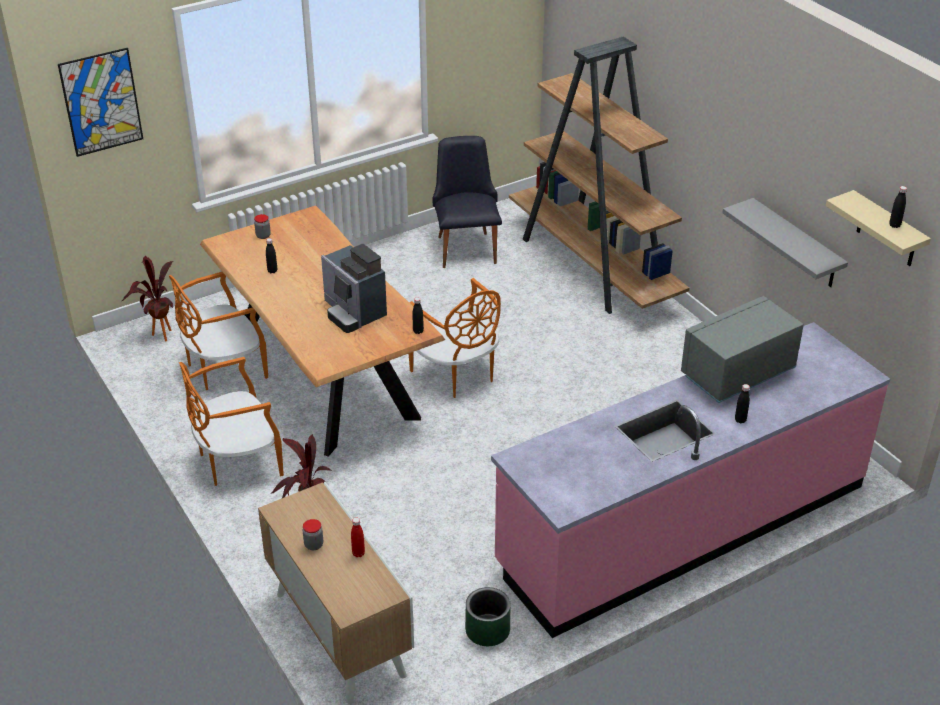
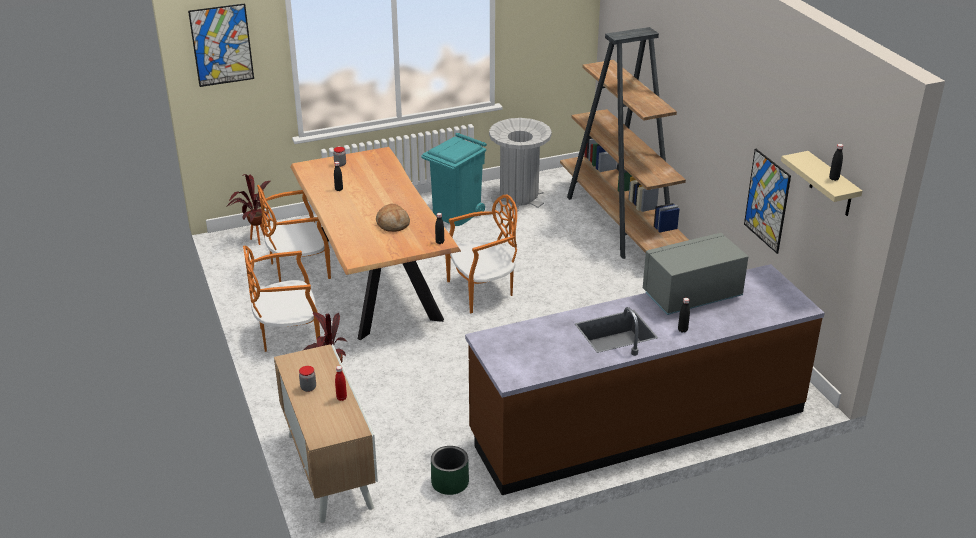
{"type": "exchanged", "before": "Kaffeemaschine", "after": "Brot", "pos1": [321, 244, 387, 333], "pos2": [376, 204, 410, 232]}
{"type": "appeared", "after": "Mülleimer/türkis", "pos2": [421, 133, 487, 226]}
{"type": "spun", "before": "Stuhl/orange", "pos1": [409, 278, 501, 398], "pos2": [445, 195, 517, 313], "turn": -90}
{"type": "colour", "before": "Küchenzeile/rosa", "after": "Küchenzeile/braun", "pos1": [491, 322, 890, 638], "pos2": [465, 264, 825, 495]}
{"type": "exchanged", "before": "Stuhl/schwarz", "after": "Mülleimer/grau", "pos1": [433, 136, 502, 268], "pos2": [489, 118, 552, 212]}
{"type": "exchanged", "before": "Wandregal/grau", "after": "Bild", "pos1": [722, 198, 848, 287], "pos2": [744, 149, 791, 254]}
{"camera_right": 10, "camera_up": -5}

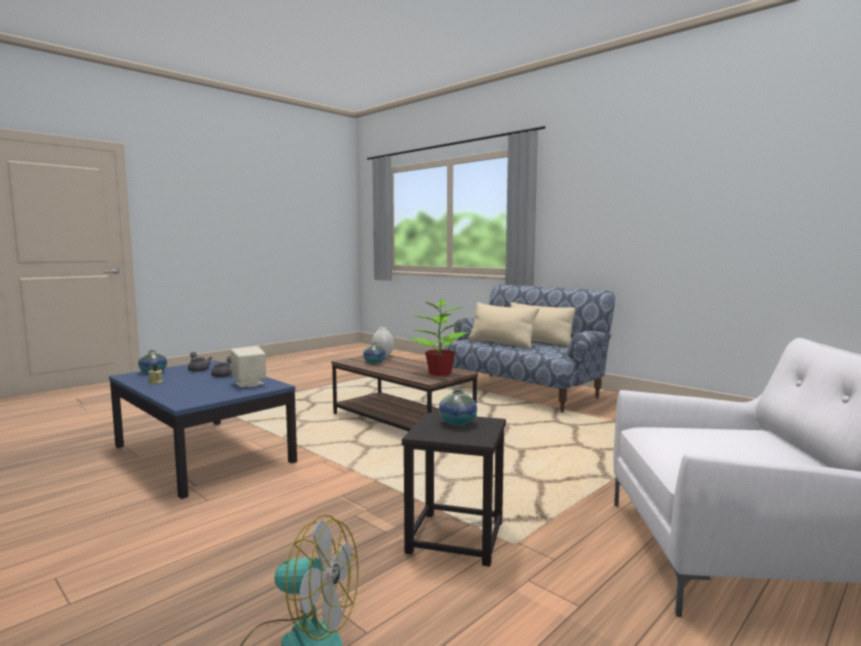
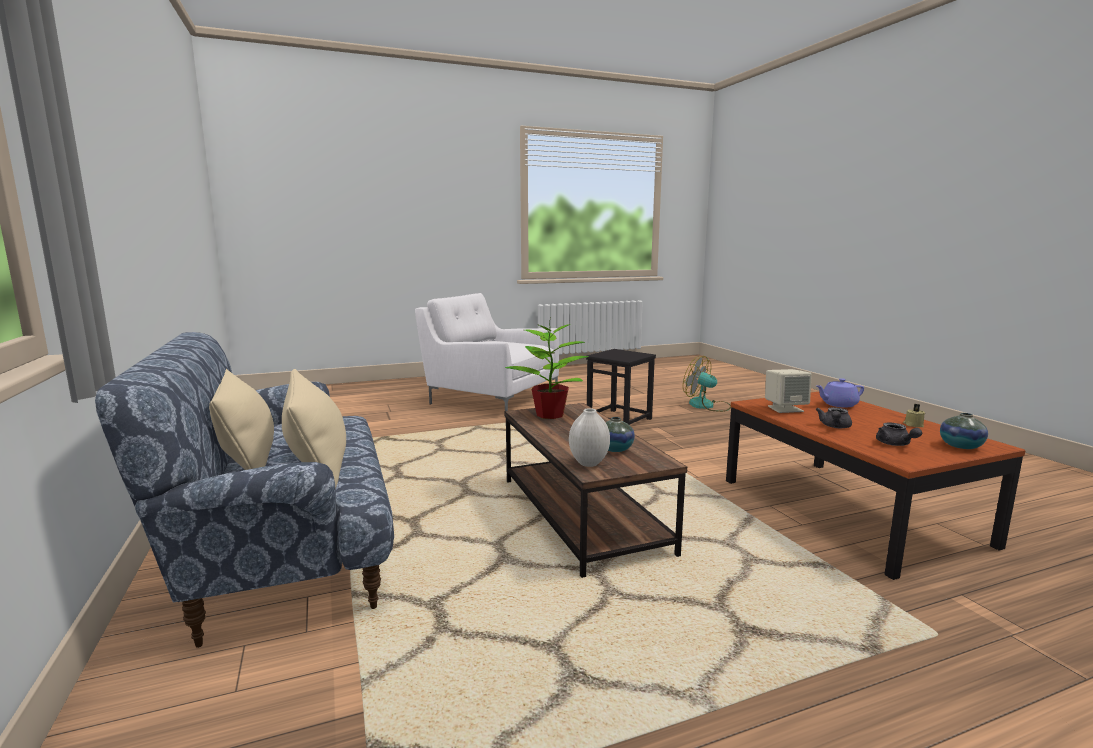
{"type": "colour", "before": "Couchtisch/blau", "after": "Couchtisch/braun", "pos1": [109, 360, 297, 499], "pos2": [726, 392, 1026, 580]}
{"type": "appeared", "after": "Teekanne/lila", "pos2": [816, 378, 864, 408]}
{"type": "missing", "before": "Vase", "pos1": [439, 390, 477, 426]}
{"camera_right": -155, "camera_up": 5}

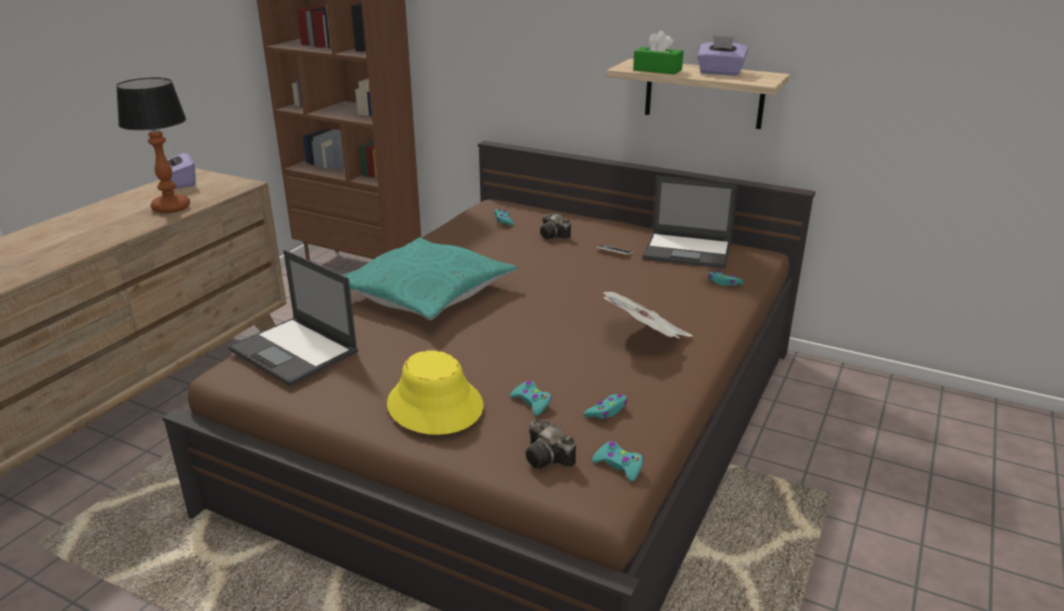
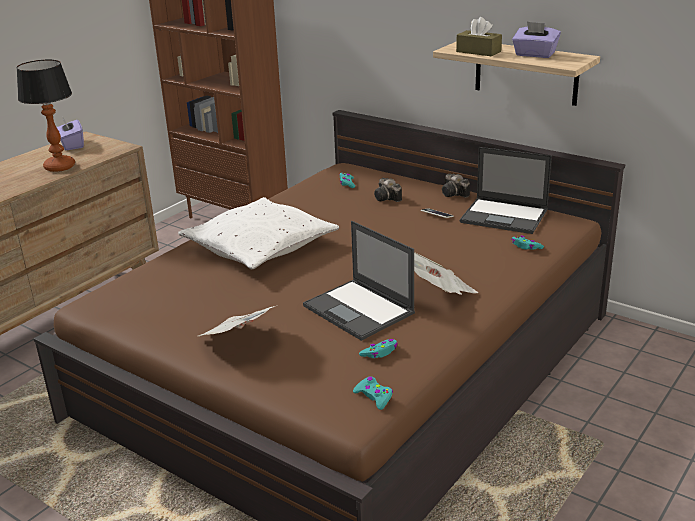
{"type": "colour", "before": "Kissen/türkis", "after": "Kissen/weiß", "pos1": [343, 237, 517, 320], "pos2": [178, 197, 339, 269]}
{"type": "exchanged", "before": "Hut/gelb", "after": "Zeitung", "pos1": [387, 350, 484, 435], "pos2": [198, 305, 278, 337]}
{"type": "relocated", "before": "Laptop", "pos1": [228, 250, 358, 386], "pos2": [303, 221, 415, 341]}
{"type": "relocated", "before": "Kamera", "pos1": [525, 419, 576, 469], "pos2": [442, 174, 470, 198]}
{"type": "colour", "before": "Taschentuchbox/grün", "after": "Taschentuchbox/braun", "pos1": [633, 31, 684, 74], "pos2": [456, 17, 502, 56]}
{"type": "missing", "before": "Gamepad/türkis", "pos1": [510, 381, 552, 416]}
{"camera_right": 10, "camera_up": 0}

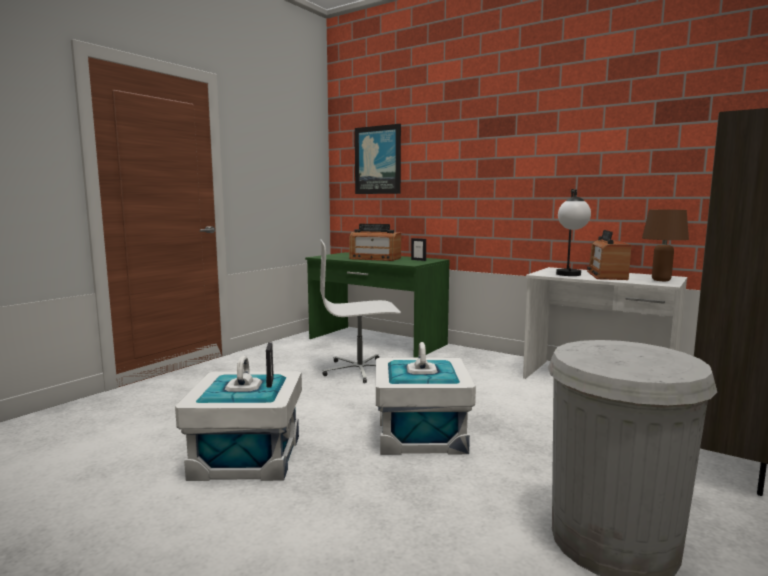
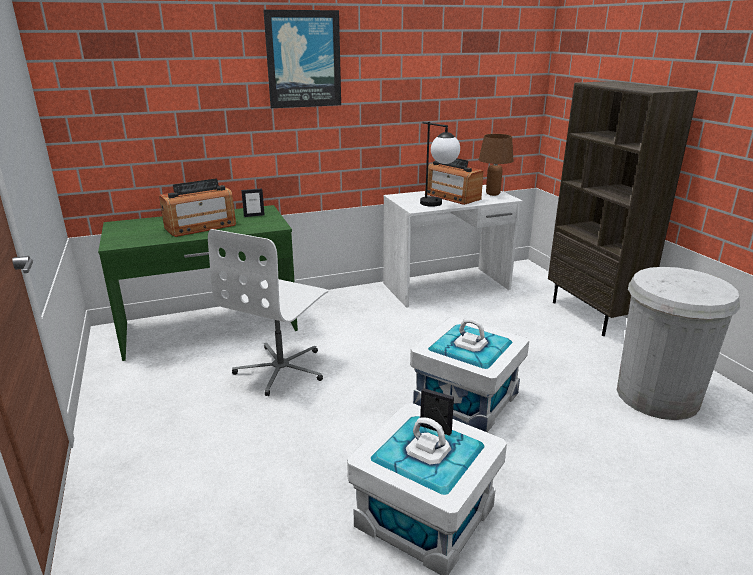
{"type": "relocated", "before": "Bild", "pos1": [355, 124, 401, 194], "pos2": [263, 10, 341, 108]}
{"camera_right": -55, "camera_up": 15}

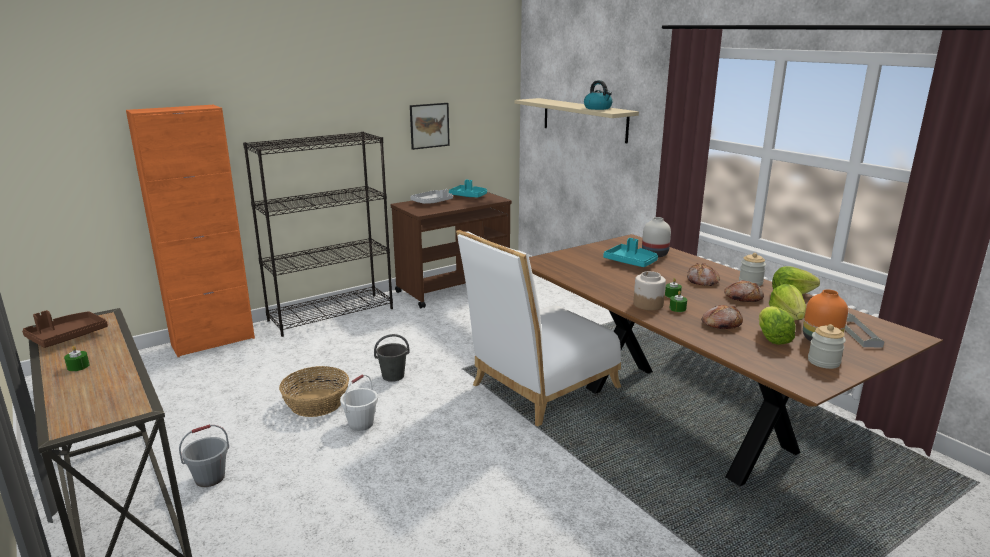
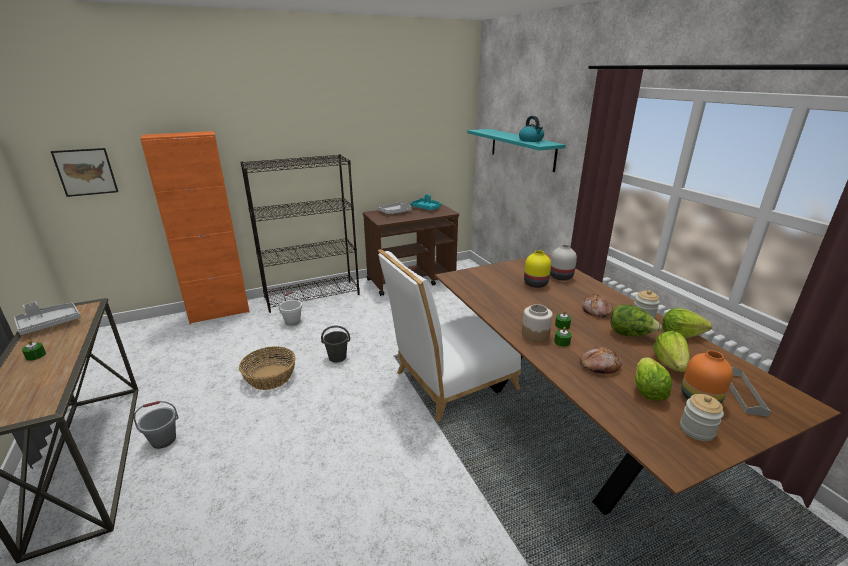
{"type": "colour", "before": "Tablett/braun", "after": "Tablett/grau", "pos1": [22, 310, 108, 348], "pos2": [14, 302, 81, 335]}
{"type": "relocated", "before": "Bild", "pos1": [410, 103, 450, 150], "pos2": [51, 148, 118, 197]}
{"type": "relocated", "before": "Eimer/weiß", "pos1": [340, 374, 378, 431], "pos2": [279, 291, 302, 326]}
{"type": "colour", "before": "Wandregal/beige", "after": "Wandregal/türkis", "pos1": [514, 98, 639, 143], "pos2": [467, 129, 566, 172]}
{"type": "exchanged", "before": "Tablett/türkis", "after": "Vase/gelb", "pos1": [603, 238, 658, 267], "pos2": [524, 250, 551, 288]}
{"type": "exchanged", "before": "Brot", "after": "Salatkopf", "pos1": [724, 280, 764, 302], "pos2": [611, 304, 662, 336]}
{"camera_right": 10, "camera_up": 5}

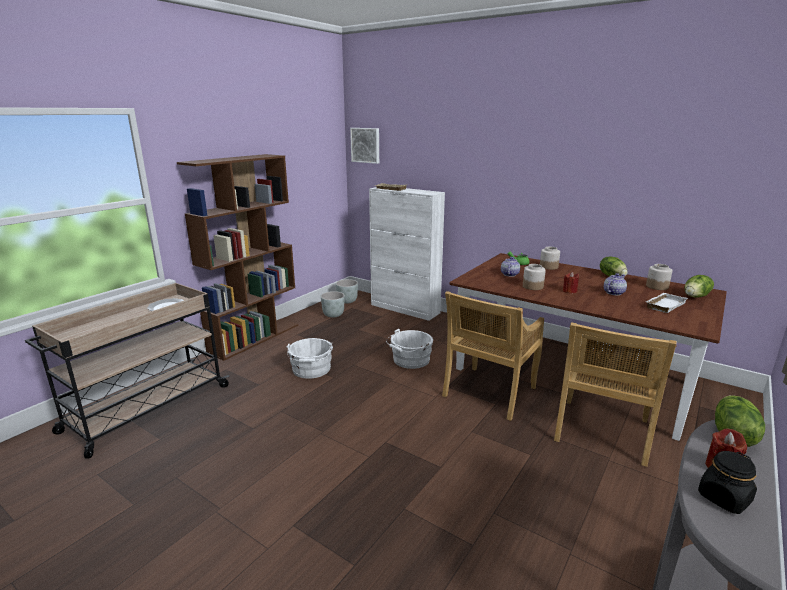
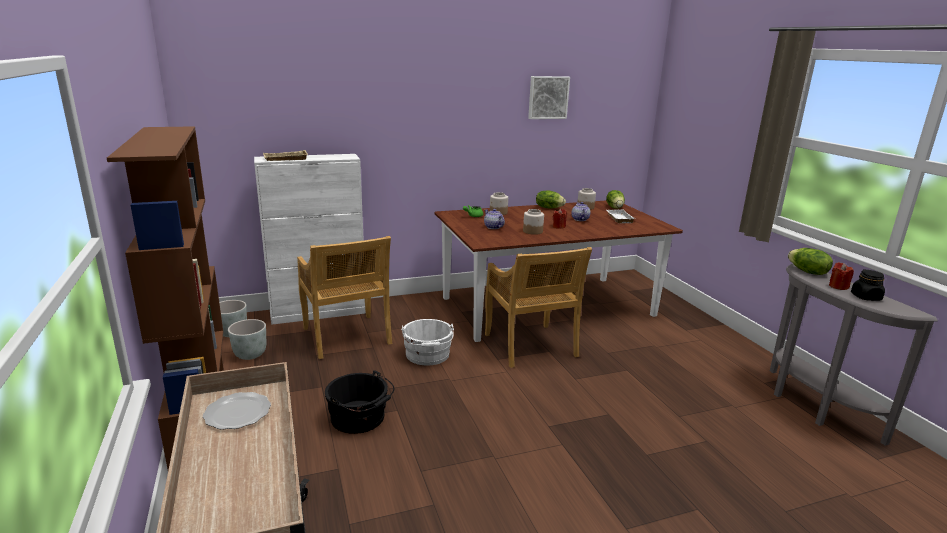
{"type": "relocated", "before": "Stuhl/beige", "pos1": [554, 322, 677, 467], "pos2": [297, 236, 392, 359]}
{"type": "colour", "before": "Eimer/weiß", "after": "Eimer/schwarz", "pos1": [287, 338, 333, 379], "pos2": [325, 370, 394, 434]}
{"type": "relocated", "before": "Bild", "pos1": [350, 128, 379, 164], "pos2": [528, 76, 570, 119]}
{"camera_right": -55, "camera_up": 0}

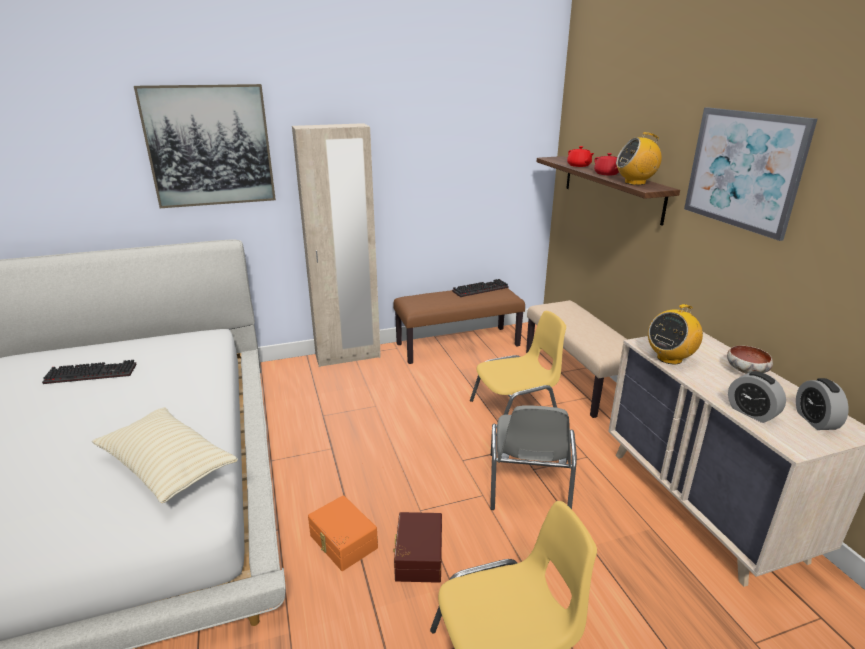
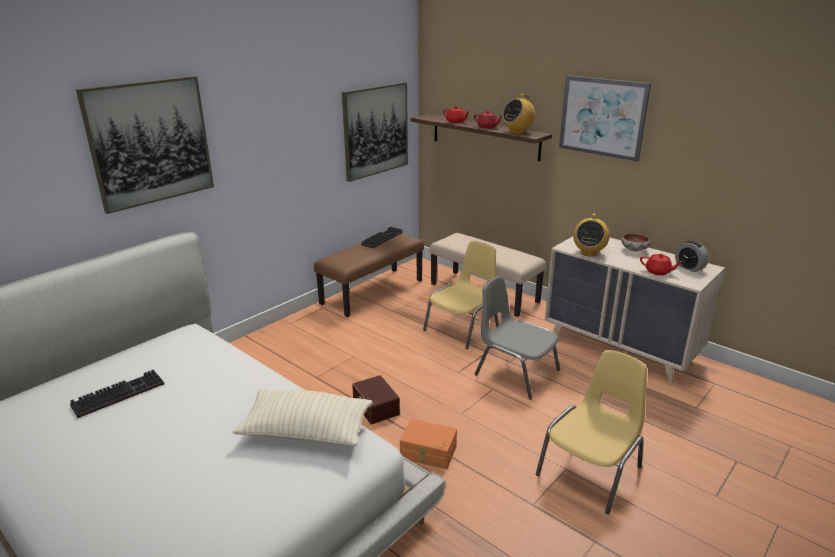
{"type": "appeared", "after": "Bild", "pos2": [342, 82, 408, 182]}
{"type": "relocated", "before": "Aufbewahrungsbox/braun", "pos1": [393, 512, 442, 583], "pos2": [352, 375, 400, 424]}
{"type": "spun", "before": "Stuhl/grau", "pos1": [490, 405, 577, 510], "pos2": [475, 276, 560, 399], "turn": 150}
{"type": "exchanged", "before": "Wecker", "after": "Teekanne/rot", "pos1": [728, 371, 786, 423], "pos2": [640, 253, 683, 275]}
{"type": "missing", "before": "Kleiderschrank/beige", "pos1": [292, 123, 381, 367]}
{"camera_right": -30, "camera_up": 0}

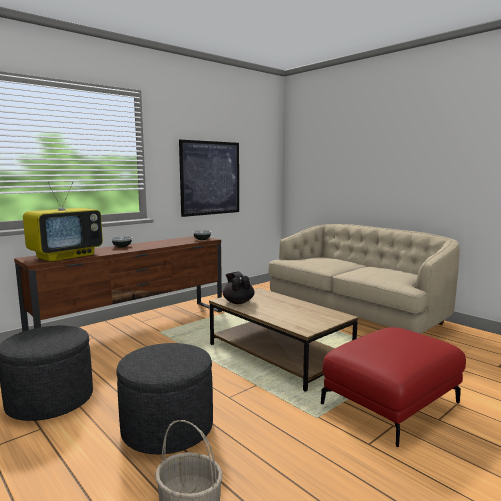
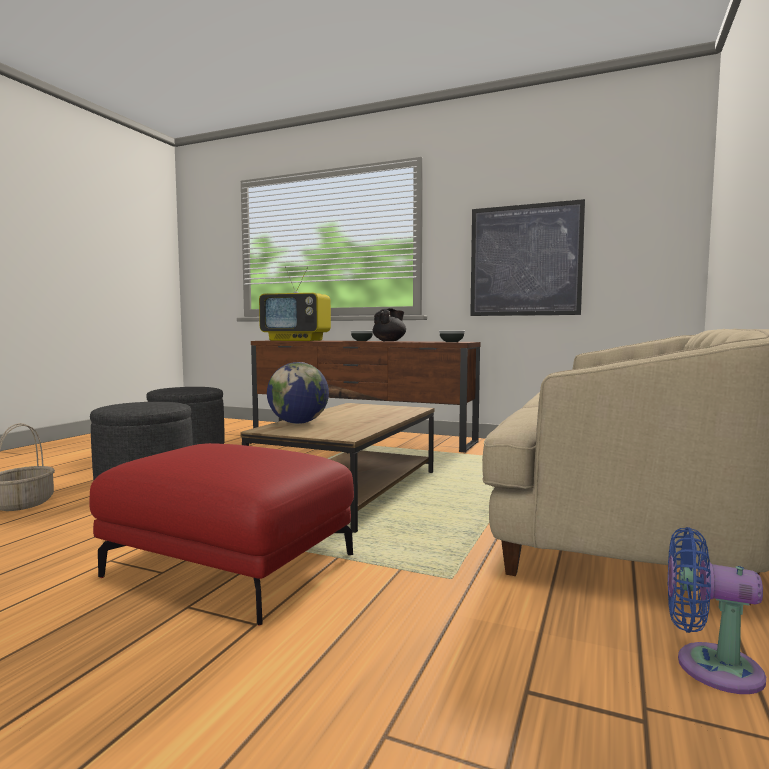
{"type": "appeared", "after": "Globus", "pos2": [267, 362, 329, 424]}
{"type": "relocated", "before": "Teekanne/schwarz", "pos1": [223, 272, 255, 304], "pos2": [373, 308, 406, 341]}
{"type": "appeared", "after": "Ventilator/blau", "pos2": [668, 527, 766, 694]}
{"camera_right": 65, "camera_up": -5}

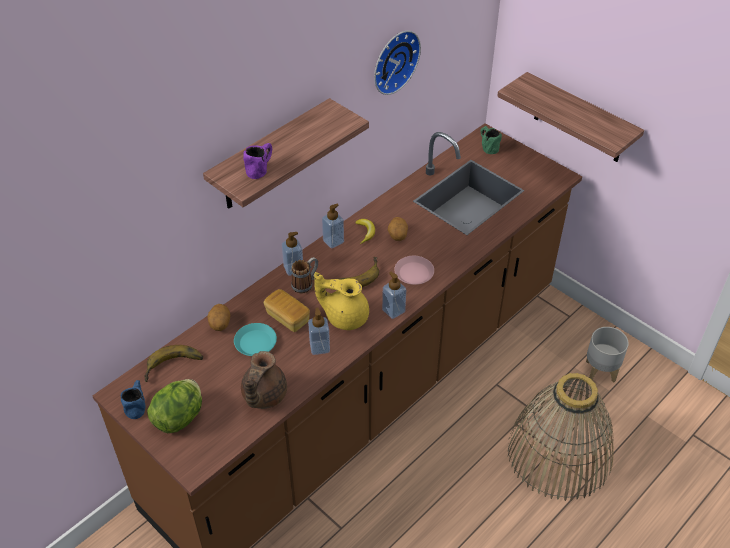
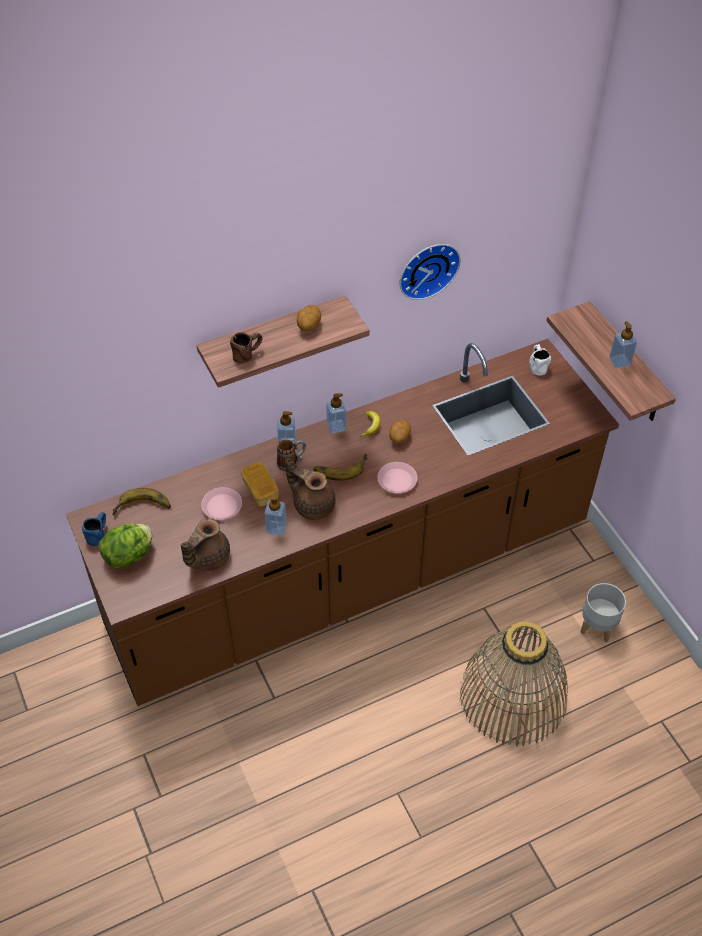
{"type": "colour", "before": "Teller/türkis", "after": "Teller/rosa", "pos1": [234, 323, 277, 356], "pos2": [201, 487, 242, 520]}
{"type": "colour", "before": "Henkelbecher/lila", "after": "Henkelbecher/braun", "pos1": [243, 143, 272, 179], "pos2": [230, 332, 263, 364]}
{"type": "colour", "before": "Teekanne/gelb", "after": "Teekanne/braun", "pos1": [314, 272, 369, 330], "pos2": [286, 458, 336, 520]}
{"type": "relocated", "before": "Kartoffel", "pos1": [207, 304, 230, 331], "pos2": [297, 305, 321, 332]}
{"type": "colour", "before": "Henkelbecher/grün", "after": "Henkelbecher/weiß", "pos1": [480, 126, 502, 154], "pos2": [529, 344, 551, 376]}
{"type": "relocated", "before": "Seifenspender", "pos1": [382, 272, 406, 319], "pos2": [609, 321, 637, 368]}
{"camera_right": 20, "camera_up": 5}

